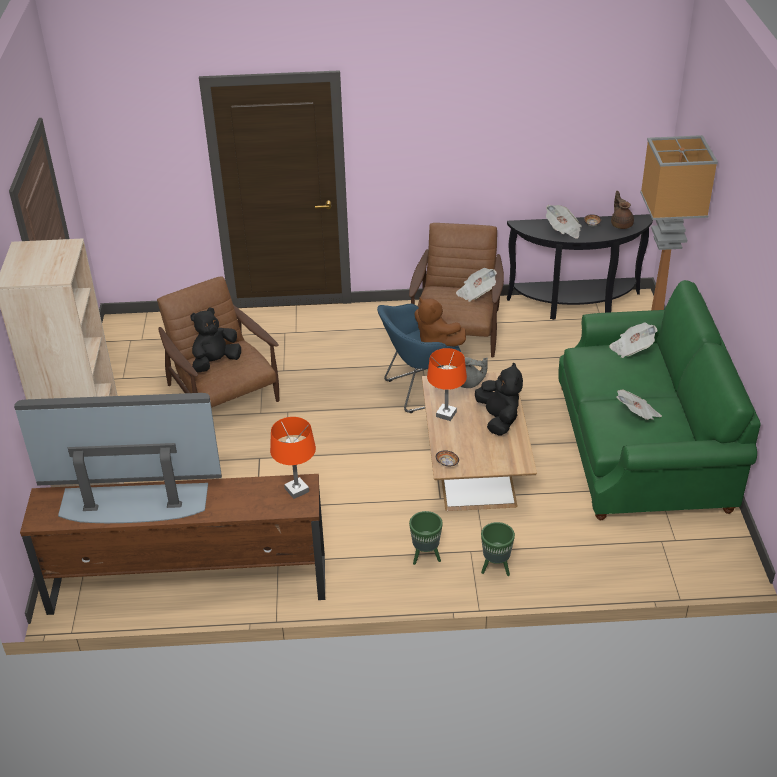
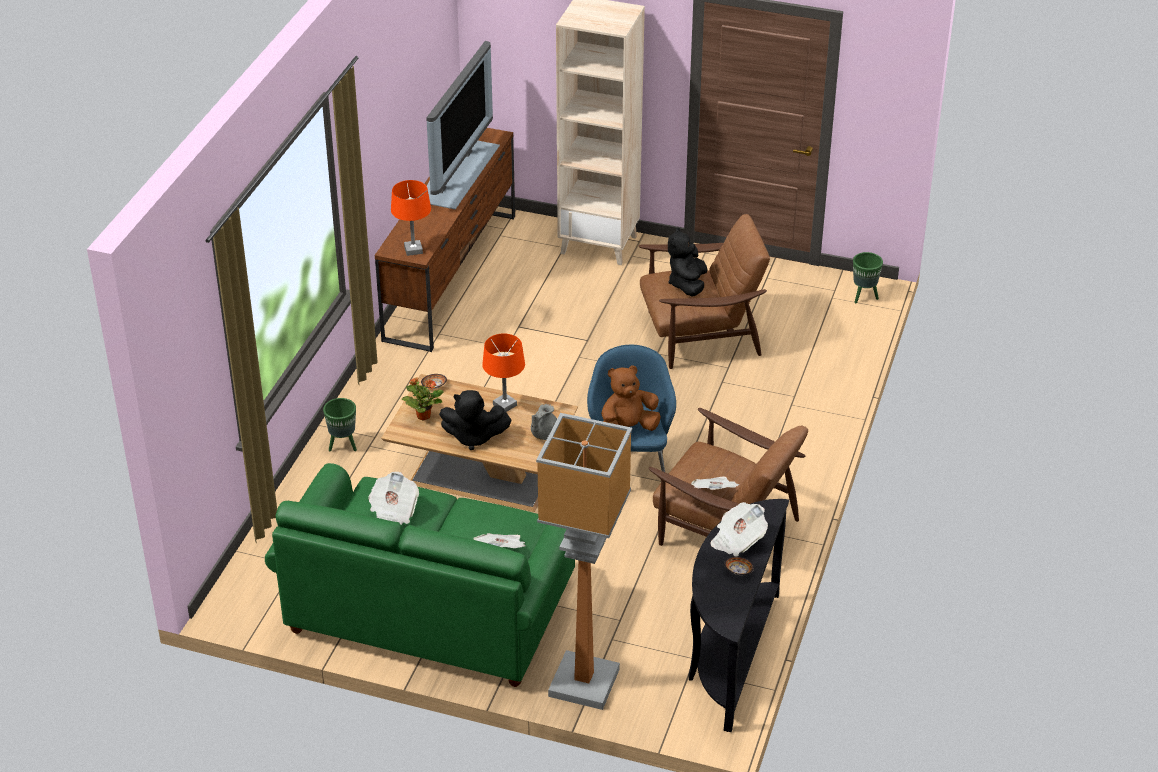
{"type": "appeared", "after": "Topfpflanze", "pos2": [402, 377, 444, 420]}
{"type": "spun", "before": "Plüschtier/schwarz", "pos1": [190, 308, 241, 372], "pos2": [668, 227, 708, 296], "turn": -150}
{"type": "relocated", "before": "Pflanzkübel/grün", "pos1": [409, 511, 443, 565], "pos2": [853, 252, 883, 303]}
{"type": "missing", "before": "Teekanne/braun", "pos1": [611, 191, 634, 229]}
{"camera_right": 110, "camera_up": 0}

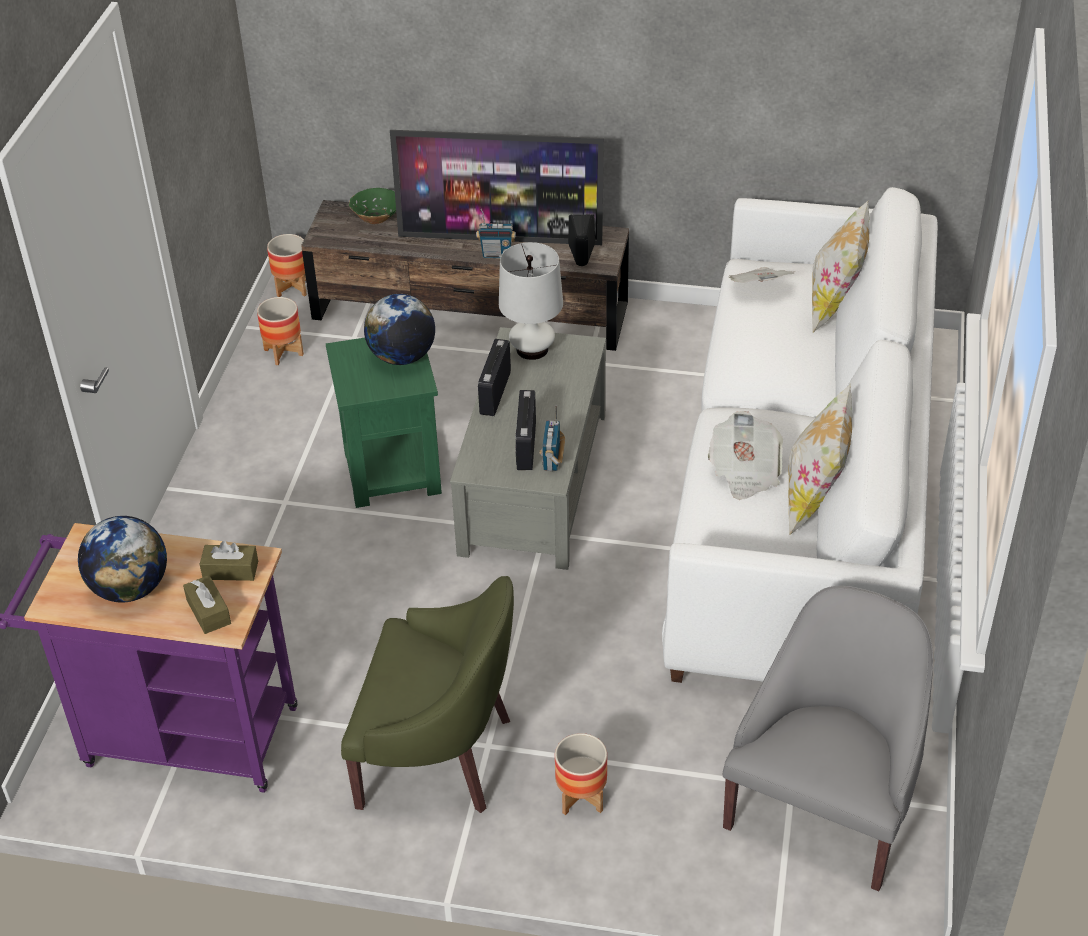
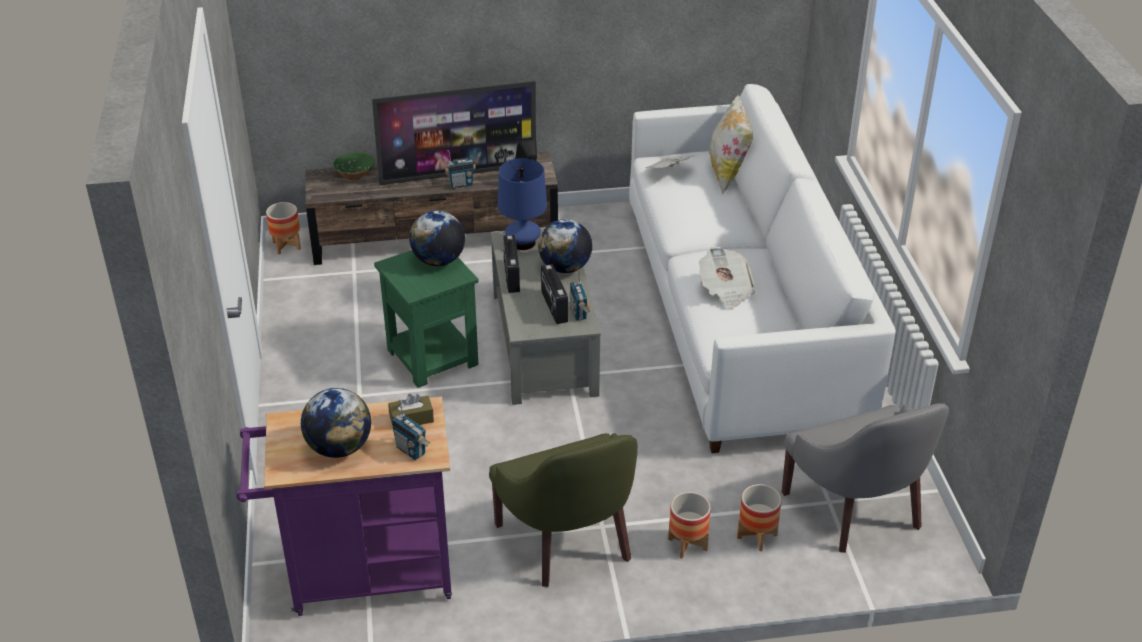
{"type": "exchanged", "before": "Taschentuchbox/braun", "after": "Radio", "pos1": [183, 575, 231, 634], "pos2": [391, 399, 430, 460]}
{"type": "spun", "before": "Sessel/grün", "pos1": [341, 576, 514, 813], "pos2": [489, 433, 638, 587], "turn": 75}
{"type": "colour", "before": "Tischlampe/weiß", "after": "Tischlampe/blau", "pos1": [499, 242, 563, 360], "pos2": [498, 158, 547, 250]}
{"type": "appeared", "after": "Globus", "pos2": [538, 219, 592, 273]}
{"type": "relocated", "before": "Pflanzkübel", "pos1": [257, 297, 304, 365], "pos2": [737, 484, 781, 551]}
{"type": "spun", "before": "Sessel/grau", "pos1": [723, 586, 933, 891], "pos2": [782, 403, 949, 553], "turn": 150}
{"type": "missing", "before": "Kissen", "pos1": [789, 383, 852, 535]}
{"camera_right": -20, "camera_up": -5}

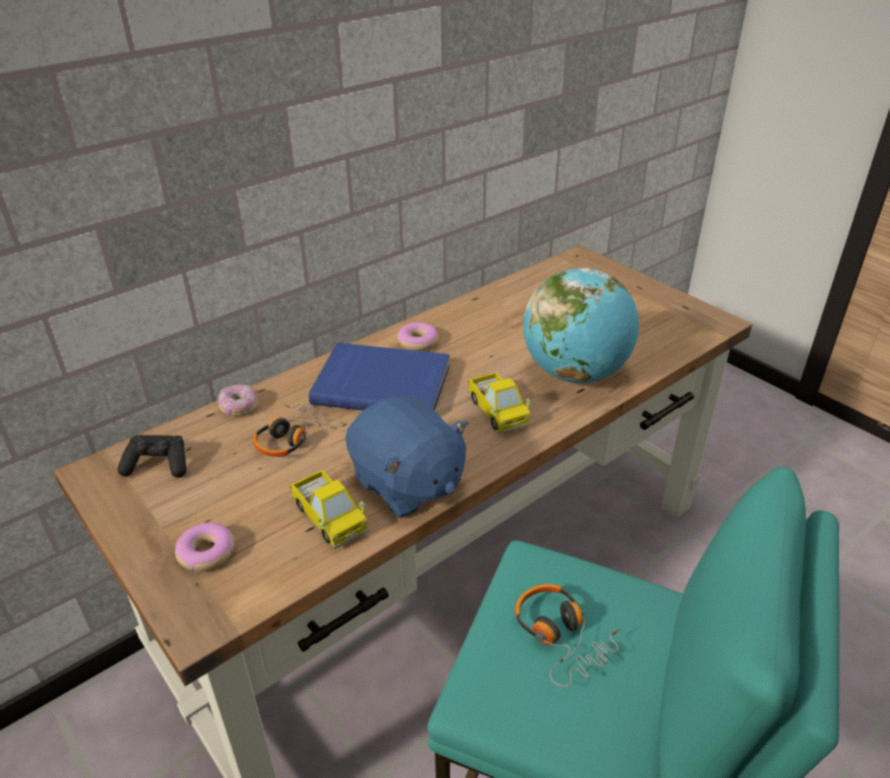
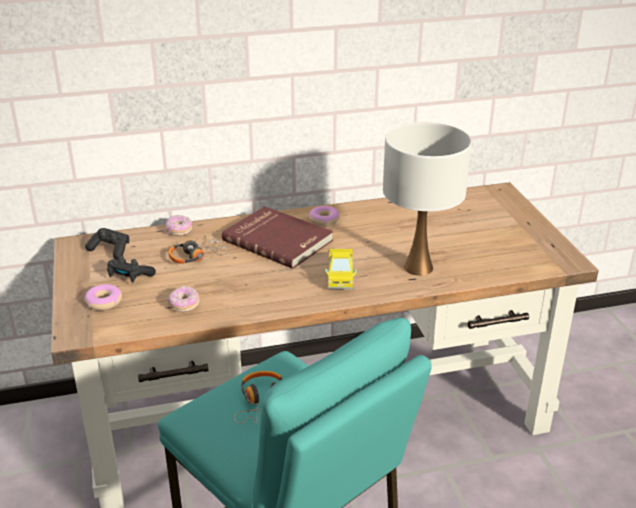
{"type": "appeared", "after": "Gamepad/schwarz", "pos2": [107, 256, 156, 283]}
{"type": "exchanged", "before": "Spielzeuglaster", "after": "Donut", "pos1": [290, 470, 369, 549], "pos2": [168, 286, 199, 312]}
{"type": "colour", "before": "Buch/blau", "after": "Buch/rot", "pos1": [309, 343, 450, 411], "pos2": [222, 206, 333, 269]}
{"type": "exchanged", "before": "Globus", "after": "Tischlampe/weiß", "pos1": [523, 268, 639, 383], "pos2": [383, 122, 471, 276]}
{"type": "missing", "before": "Plüschtier/blau", "pos1": [345, 395, 469, 518]}
{"camera_right": 25, "camera_up": -5}

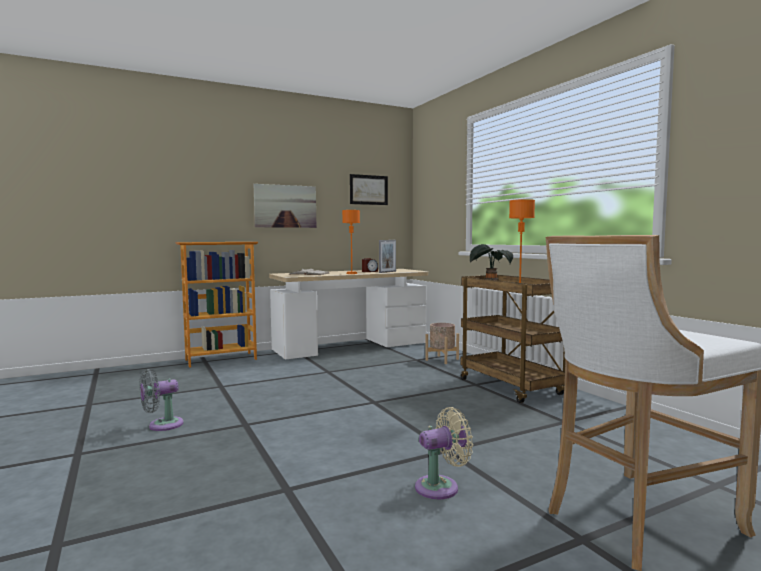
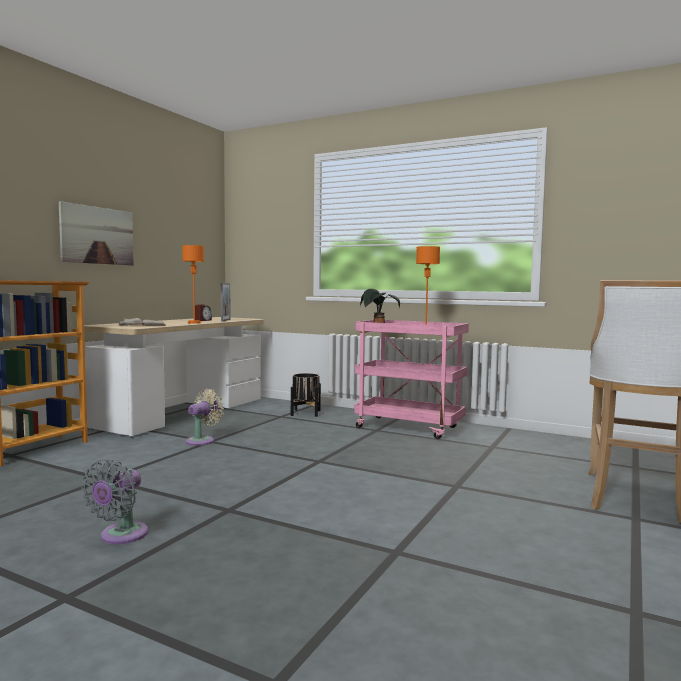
{"type": "relocated", "before": "Ventilator/beige", "pos1": [415, 407, 473, 499], "pos2": [186, 389, 224, 446]}
{"type": "colour", "before": "Pflanzkübel/beige", "after": "Pflanzkübel/schwarz", "pos1": [425, 323, 459, 364], "pos2": [291, 373, 321, 417]}
{"type": "colour", "before": "Rollwagen/braun", "after": "Rollwagen/rosa", "pos1": [460, 275, 565, 403], "pos2": [354, 320, 469, 439]}
{"type": "missing", "before": "Bild", "pos1": [350, 174, 388, 205]}
{"camera_right": -35, "camera_up": 0}

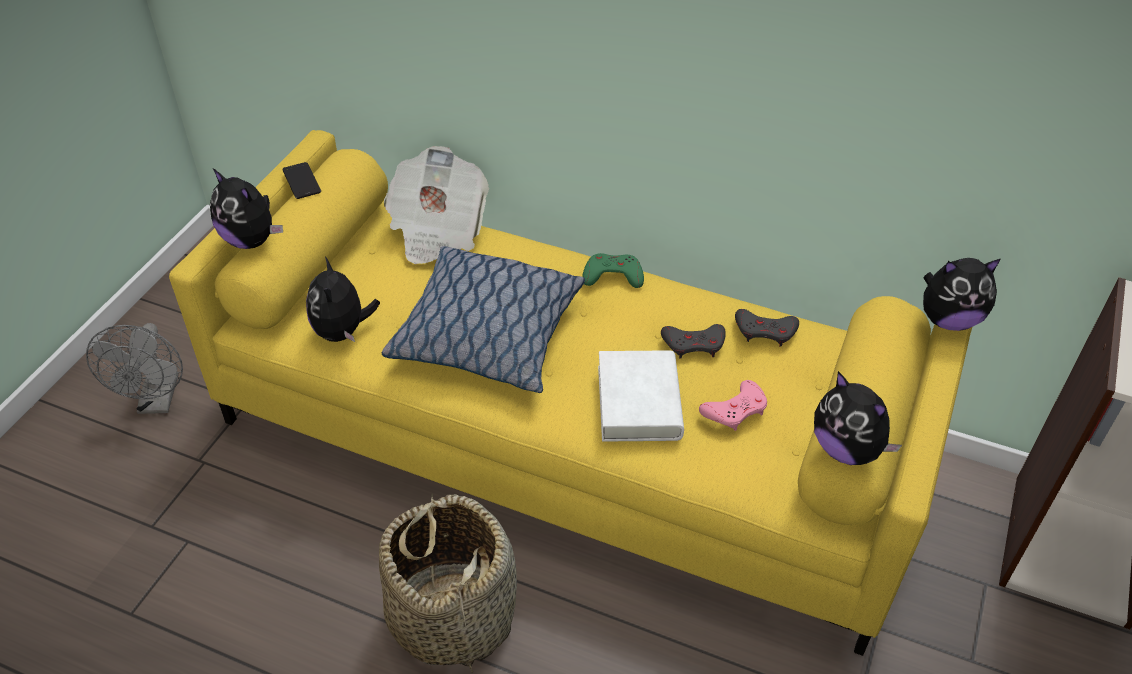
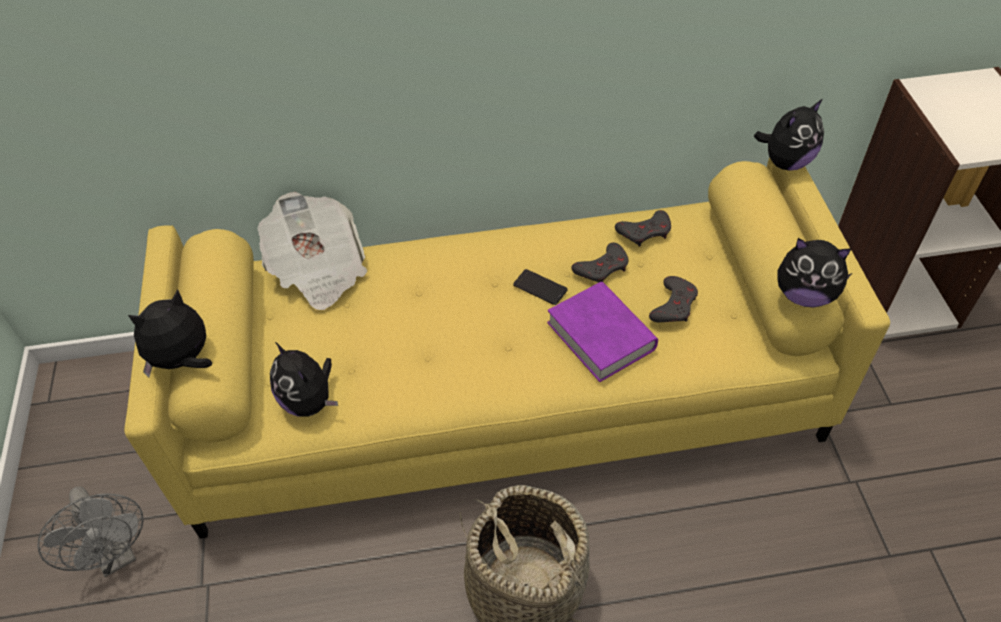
{"type": "spun", "before": "Plüschtier", "pos1": [210, 169, 283, 249], "pos2": [128, 289, 212, 378], "turn": 135}
{"type": "relocated", "before": "Handy", "pos1": [282, 162, 321, 199], "pos2": [513, 269, 568, 305]}
{"type": "colour", "before": "Buch/weiß", "after": "Buch/lila", "pos1": [598, 350, 684, 442], "pos2": [547, 282, 658, 382]}
{"type": "colour", "before": "Gamepad/rosa", "after": "Gamepad/grau", "pos1": [699, 380, 767, 431], "pos2": [649, 276, 698, 322]}
{"type": "missing", "before": "Kissen", "pos1": [382, 246, 585, 393]}
{"type": "missing", "before": "Gamepad/grün", "pos1": [582, 253, 644, 288]}
{"camera_right": -30, "camera_up": 5}

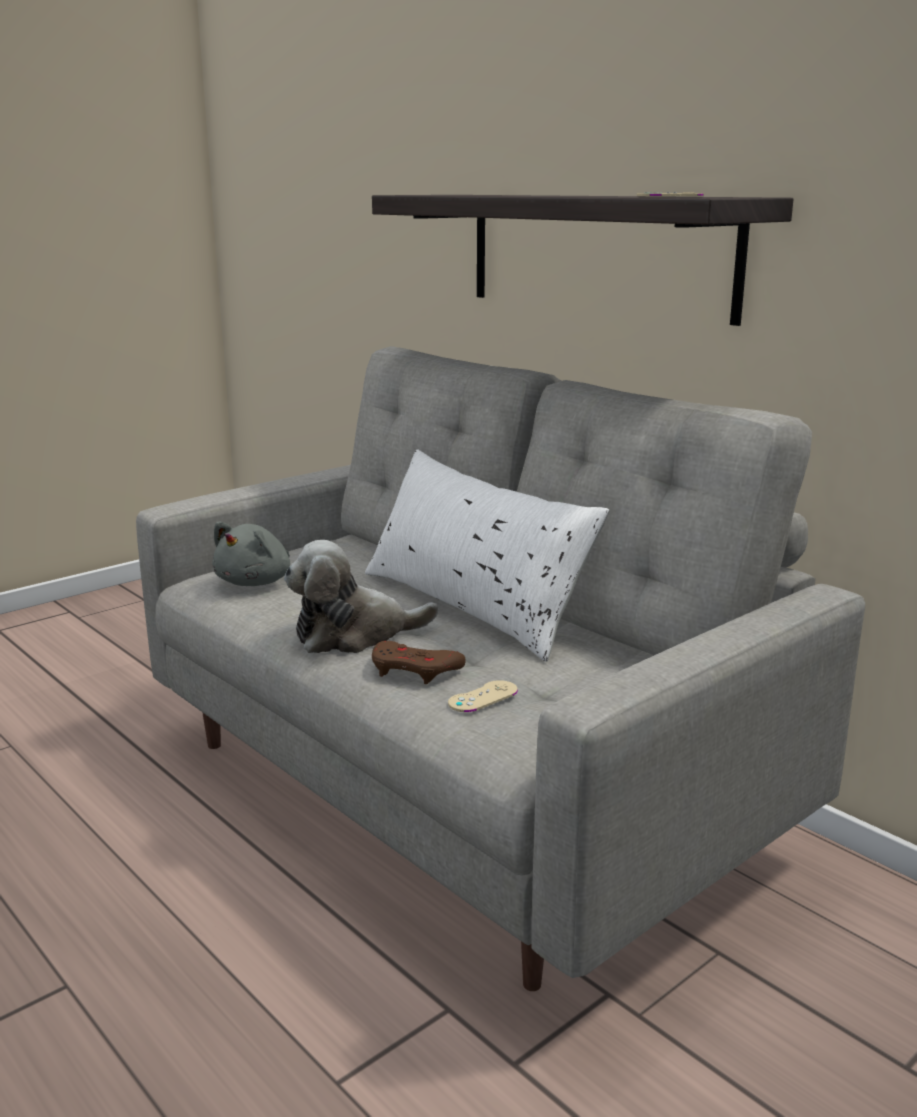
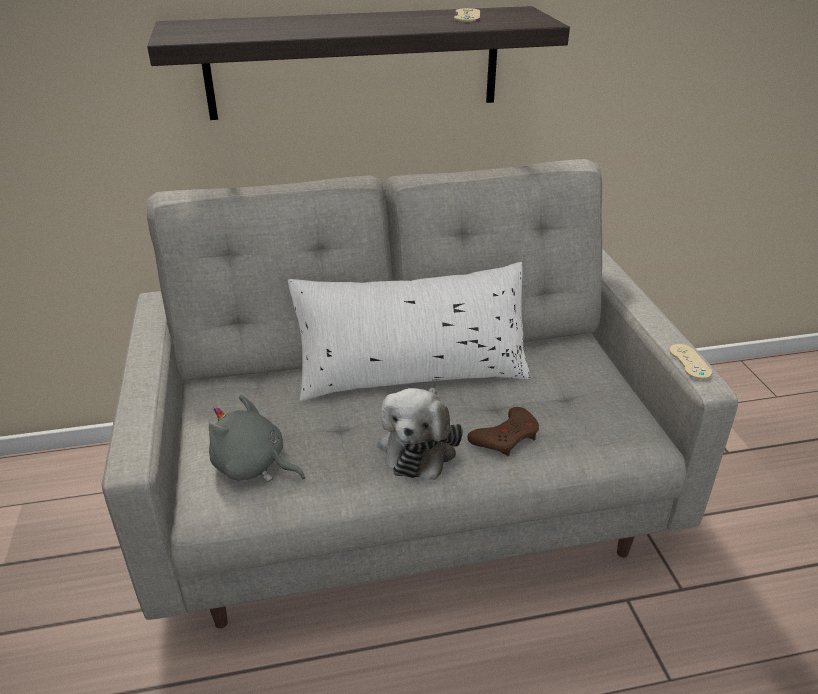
{"type": "spun", "before": "Plüschtier/grau", "pos1": [212, 521, 290, 586], "pos2": [209, 395, 305, 482], "turn": 150}
{"type": "relocated", "before": "Gamepad/beige", "pos1": [448, 680, 518, 712], "pos2": [669, 344, 712, 379]}
{"camera_right": -60, "camera_up": 15}

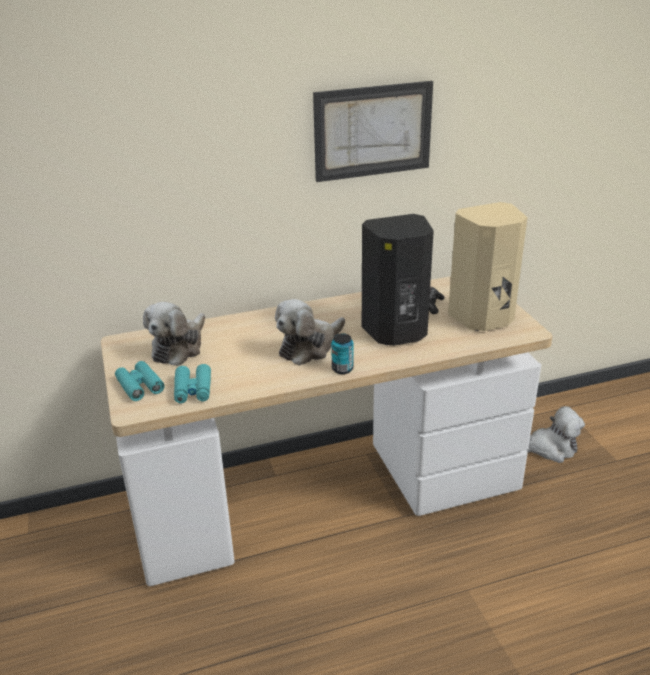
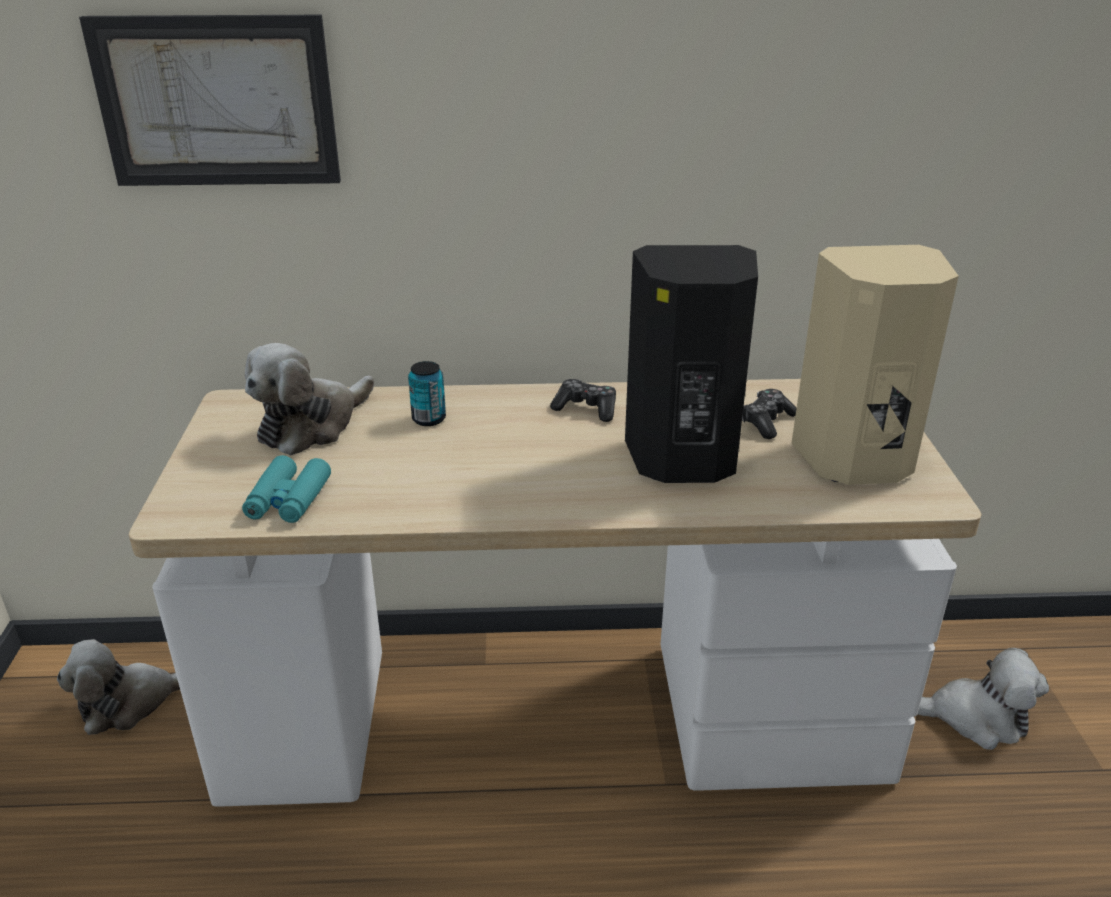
{"type": "relocated", "before": "Plüschtier", "pos1": [275, 299, 345, 365], "pos2": [57, 639, 180, 735]}
{"type": "relocated", "before": "Bild", "pos1": [313, 81, 433, 182], "pos2": [79, 15, 341, 186]}
{"type": "relocated", "before": "Dose", "pos1": [331, 333, 353, 374], "pos2": [408, 361, 446, 426]}
{"type": "appeared", "after": "Gamepad", "pos2": [550, 379, 616, 422]}
{"type": "missing", "before": "Fernglas/türkis", "pos1": [115, 361, 165, 401]}
{"camera_right": 15, "camera_up": 0}

